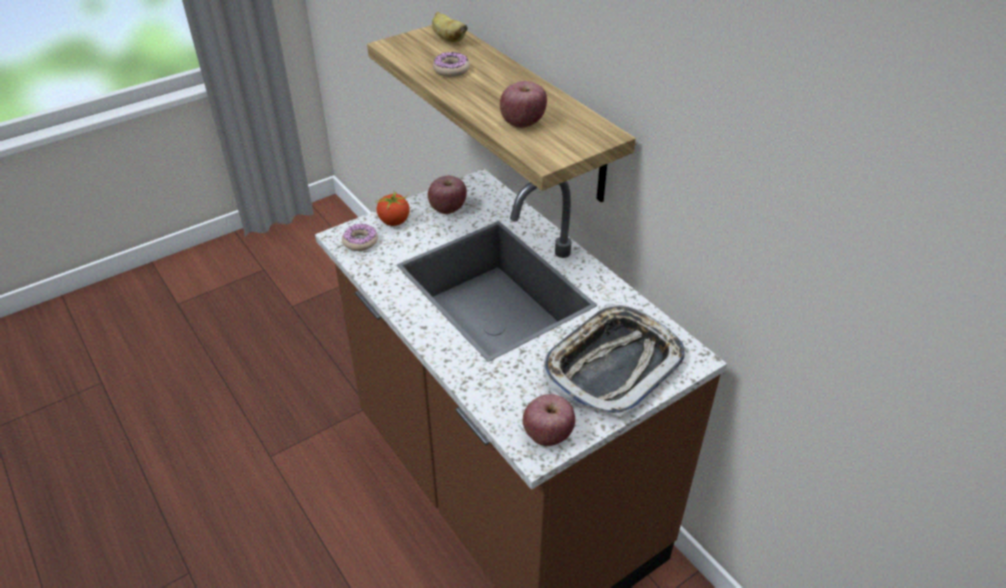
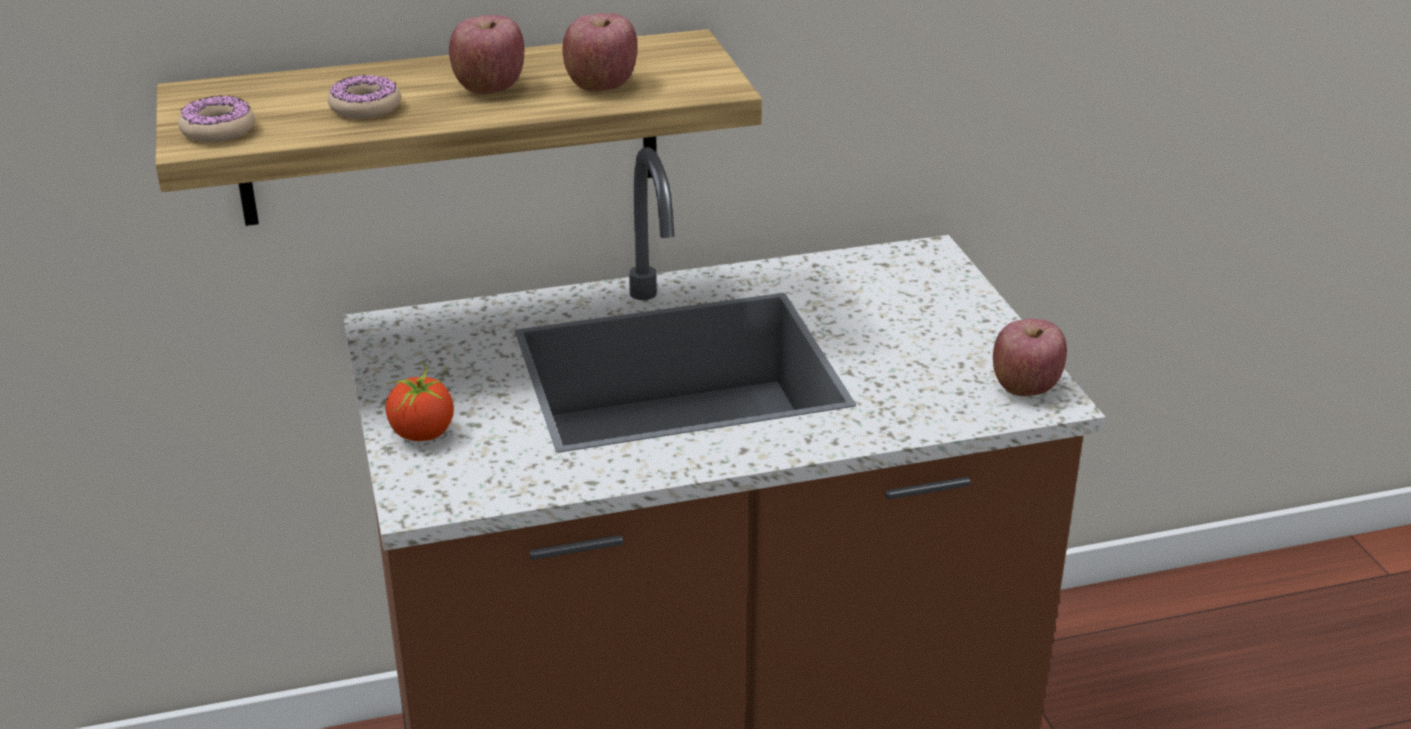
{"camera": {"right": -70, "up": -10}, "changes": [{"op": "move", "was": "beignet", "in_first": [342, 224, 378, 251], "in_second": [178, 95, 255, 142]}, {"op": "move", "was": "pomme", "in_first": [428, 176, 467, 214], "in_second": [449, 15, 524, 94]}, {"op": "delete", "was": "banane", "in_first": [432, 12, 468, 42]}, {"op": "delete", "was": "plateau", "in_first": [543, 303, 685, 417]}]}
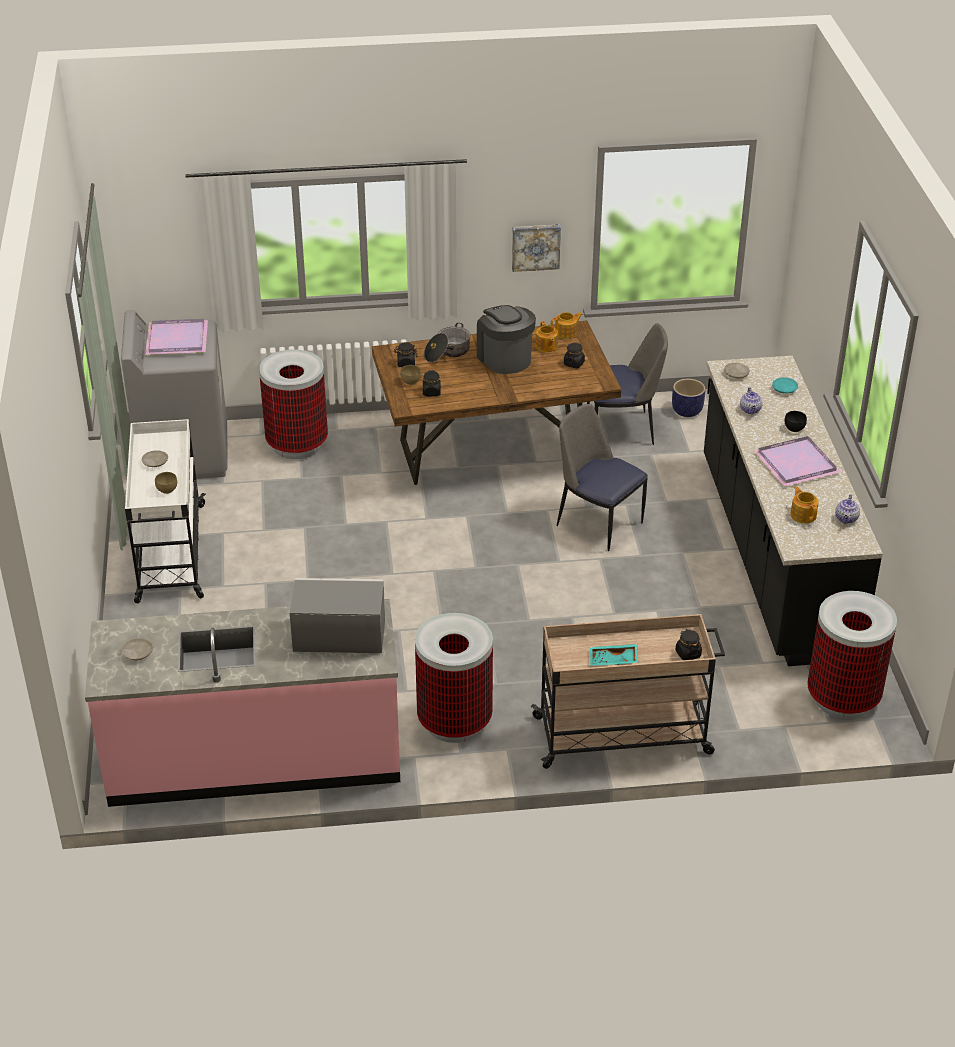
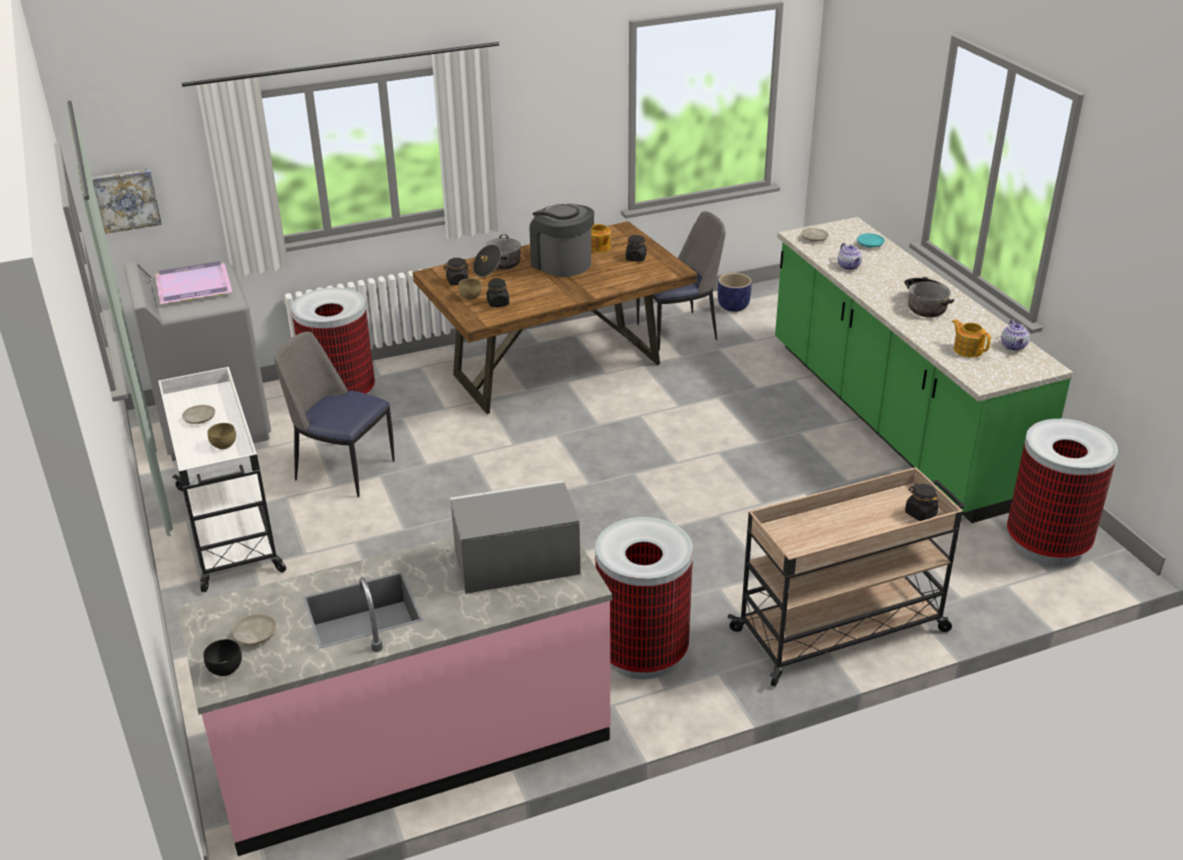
{"camera": {"right": -15, "up": -5}, "changes": [{"op": "move", "was": "tableau", "in_first": [512, 224, 561, 272], "in_second": [92, 169, 162, 234]}, {"op": "move", "was": "bol [noir]", "in_first": [784, 411, 807, 432], "in_second": [204, 639, 242, 676]}, {"op": "move", "was": "chaise", "in_first": [557, 404, 648, 551], "in_second": [274, 332, 394, 497]}, {"op": "recolor", "was": "comptoir de cuisine [noir]", "now": "comptoir de cuisine [vert]", "in_first": [704, 356, 883, 666], "in_second": [775, 217, 1073, 523]}, {"op": "replace", "was": "plateau [violet]", "now": "marmite", "in_first": [753, 436, 841, 487], "in_second": [904, 277, 954, 317]}, {"op": "delete", "was": "théière", "in_first": [551, 312, 583, 339]}, {"op": "delete", "was": "plateau [turquoise]", "in_first": [590, 644, 638, 666]}]}
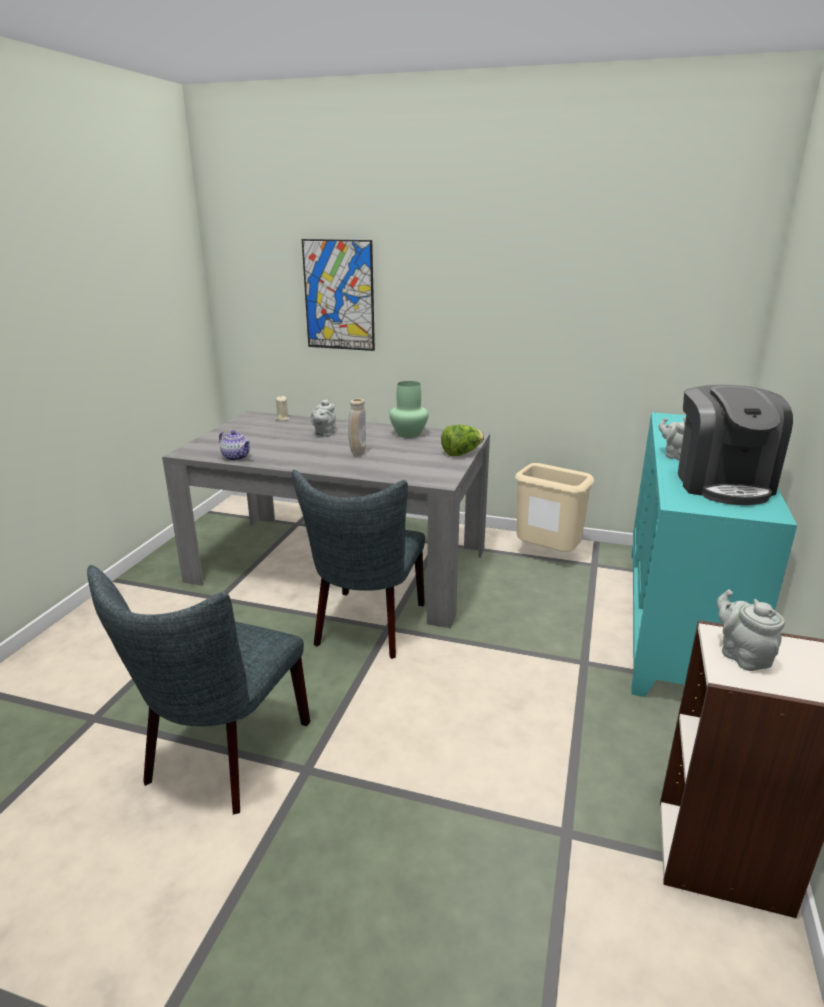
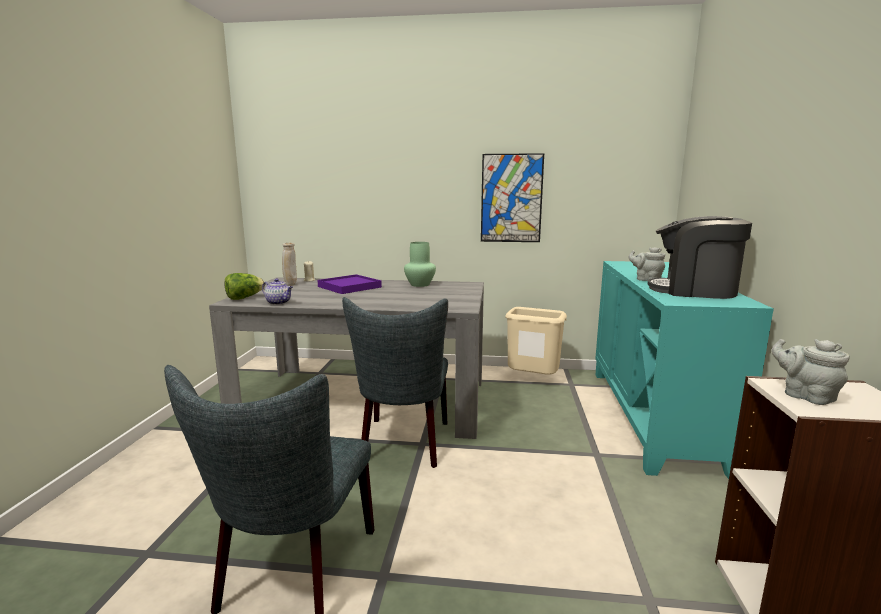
{"camera": {"right": -10, "up": -10}, "changes": [{"op": "move", "was": "laitue", "in_first": [441, 425, 484, 456], "in_second": [224, 273, 264, 300]}, {"op": "move", "was": "vase [beige]", "in_first": [348, 399, 366, 456], "in_second": [282, 243, 297, 286]}, {"op": "replace", "was": "théière [gris]", "now": "plateau [violet]", "in_first": [311, 399, 336, 437], "in_second": [317, 274, 382, 294]}, {"op": "move", "was": "tableau", "in_first": [302, 239, 375, 351], "in_second": [481, 153, 544, 242]}, {"op": "rotate", "was": "machine à café", "in_first": [678, 385, 793, 505], "in_second": [647, 216, 752, 299], "clockwise": 120}]}
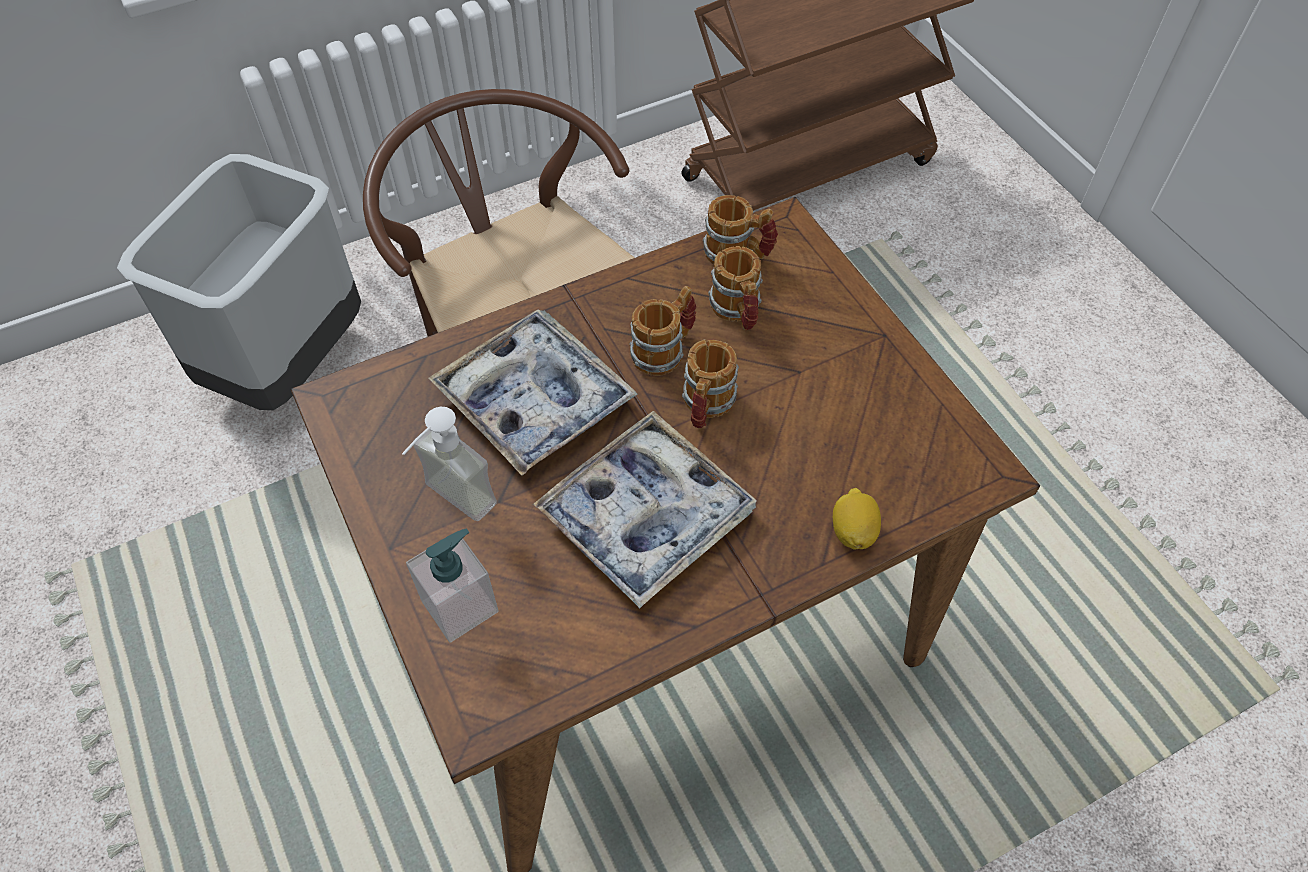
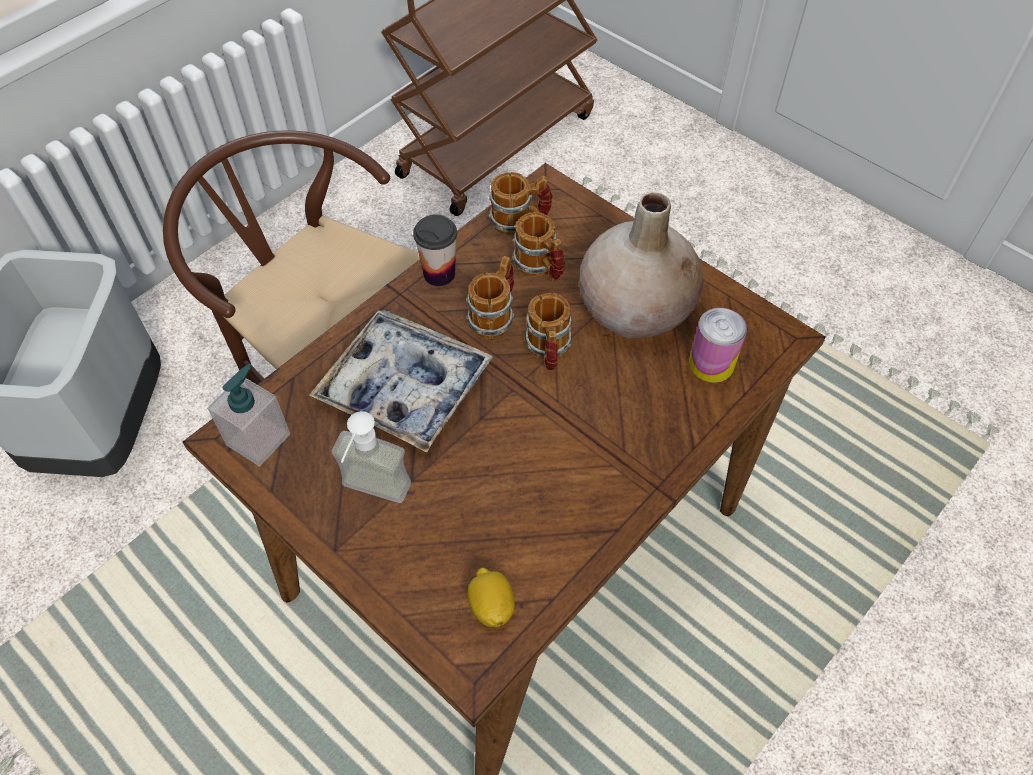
{"camera": {"right": -20, "up": 0}, "changes": [{"op": "move", "was": "distributeur de savon", "in_first": [406, 528, 499, 643], "in_second": [207, 364, 290, 466]}, {"op": "insert", "now": "tasse", "in_second": [413, 215, 457, 286]}, {"op": "move", "was": "citron", "in_first": [833, 488, 881, 550], "in_second": [467, 568, 515, 627]}, {"op": "insert", "now": "vase [beige]", "in_second": [579, 192, 703, 338]}, {"op": "insert", "now": "boîte métallique", "in_second": [689, 308, 747, 383]}, {"op": "delete", "was": "plateau", "in_first": [533, 411, 757, 608]}]}
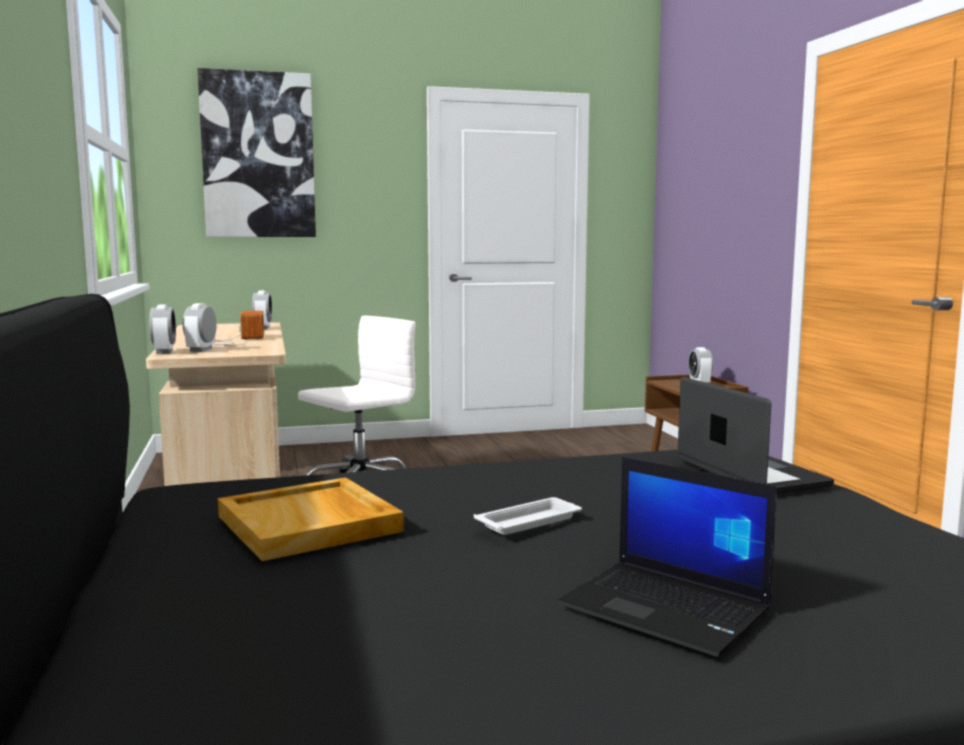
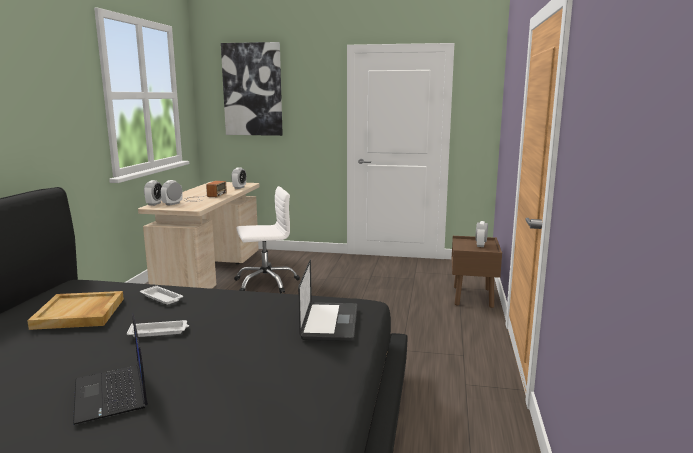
{"camera": {"right": 25, "up": 5}, "changes": [{"op": "insert", "now": "plateau [blanc]", "in_second": [140, 286, 183, 305]}]}
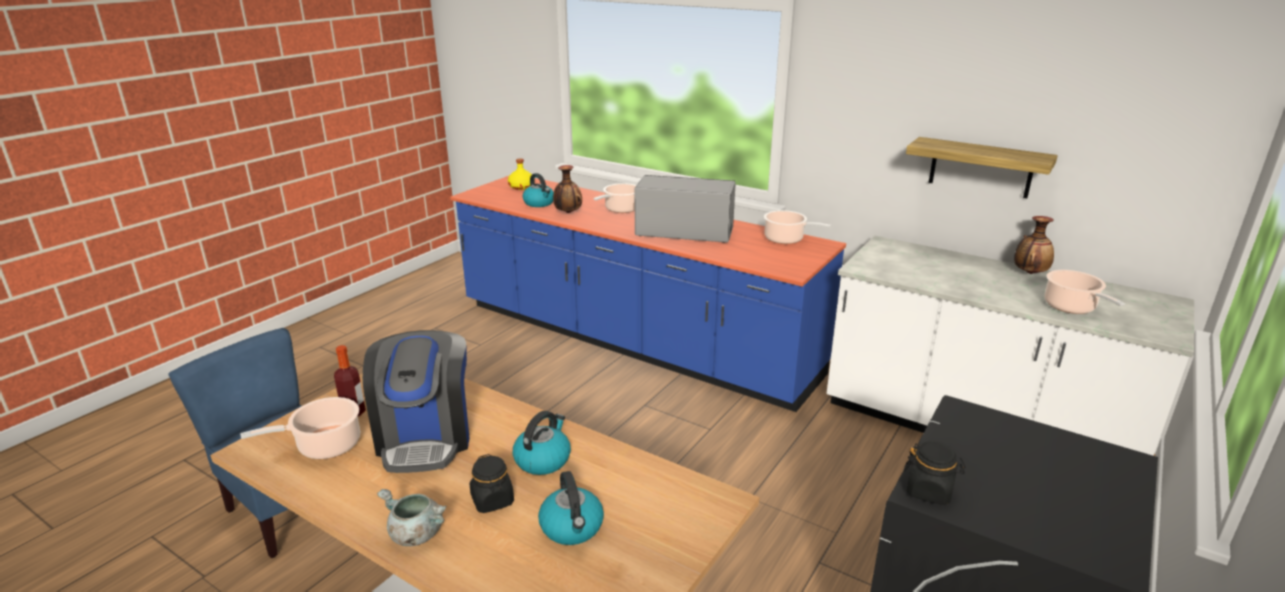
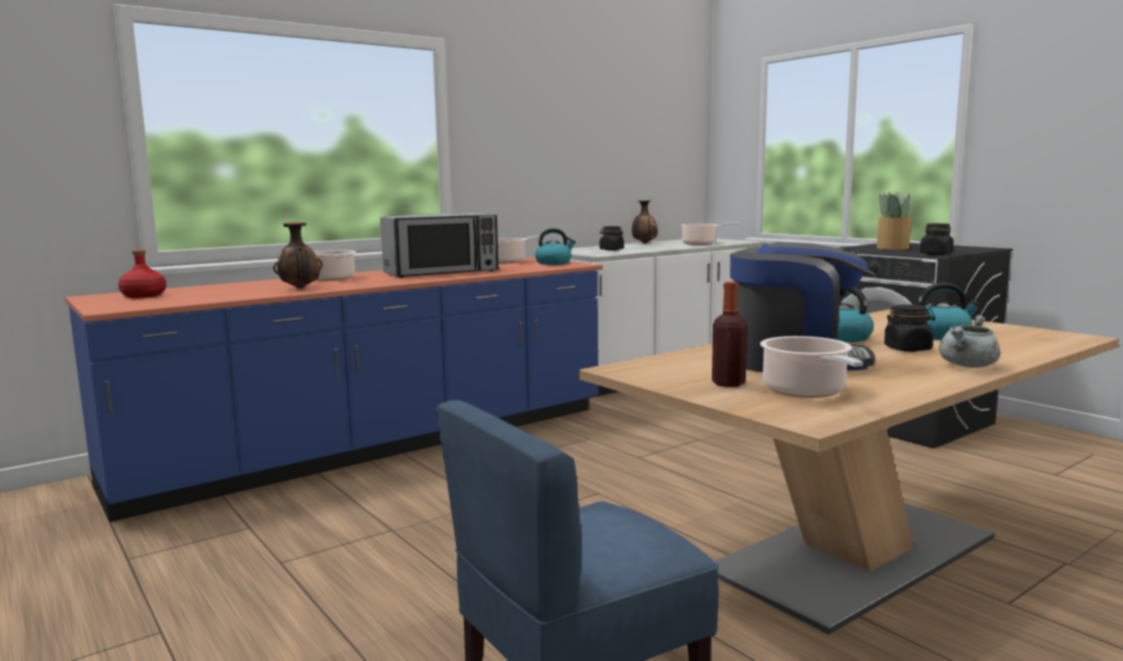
{"camera": {"right": -70, "up": -15}, "changes": [{"op": "recolor", "was": "bouteille [jaune]", "now": "bouteille [rouge]", "in_first": [508, 158, 535, 190], "in_second": [118, 250, 166, 298]}, {"op": "rotate", "was": "micro-ondes", "in_first": [635, 175, 736, 243], "in_second": [380, 213, 499, 278], "clockwise": -150}, {"op": "move", "was": "bouilloire", "in_first": [522, 173, 554, 207], "in_second": [535, 228, 576, 265]}, {"op": "insert", "now": "bocal [noir]", "in_second": [600, 226, 624, 251]}, {"op": "insert", "now": "plante en pot", "in_second": [877, 192, 913, 250]}, {"op": "delete", "was": "étagère", "in_first": [906, 137, 1058, 198]}]}
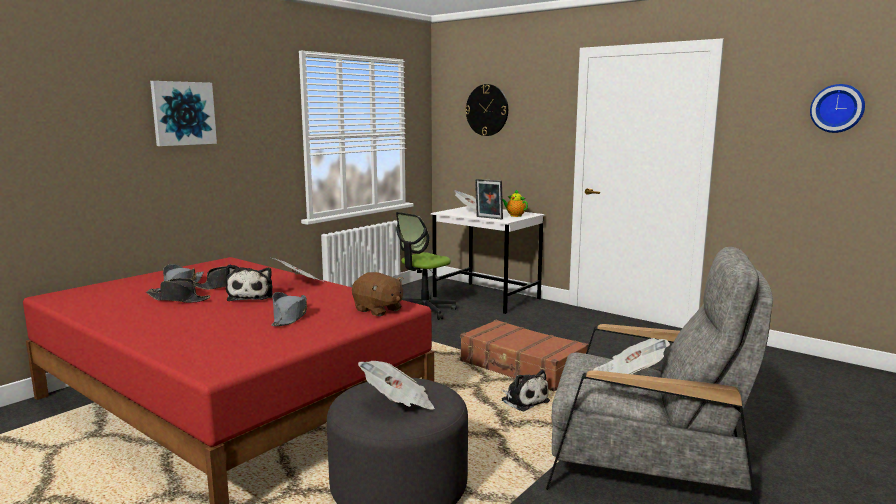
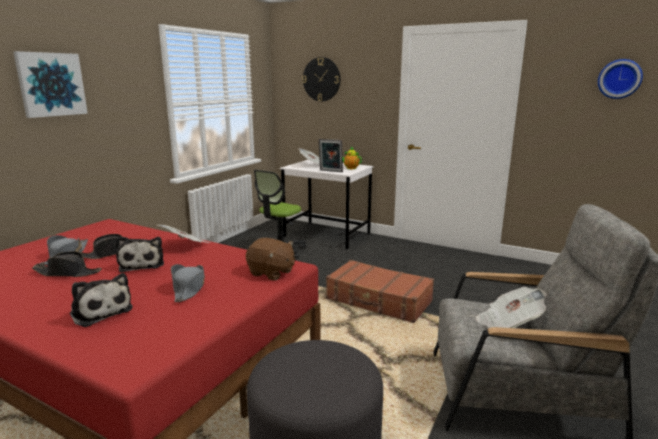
{"camera": {"right": -10, "up": 5}, "changes": [{"op": "move", "was": "peluche", "in_first": [502, 370, 550, 411], "in_second": [70, 273, 133, 327]}, {"op": "delete", "was": "journal", "in_first": [358, 361, 435, 410]}]}
